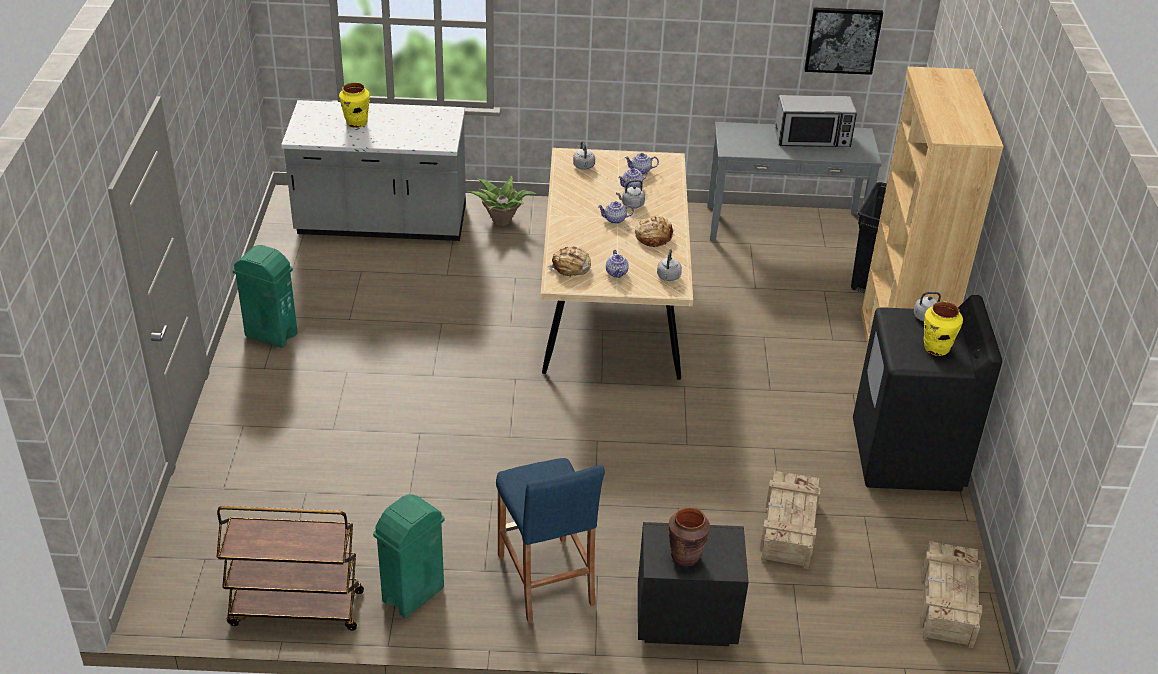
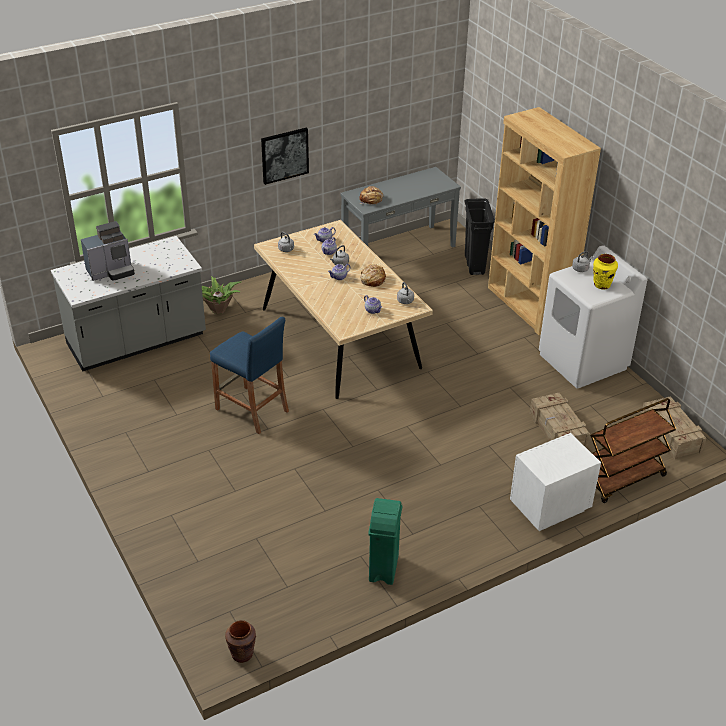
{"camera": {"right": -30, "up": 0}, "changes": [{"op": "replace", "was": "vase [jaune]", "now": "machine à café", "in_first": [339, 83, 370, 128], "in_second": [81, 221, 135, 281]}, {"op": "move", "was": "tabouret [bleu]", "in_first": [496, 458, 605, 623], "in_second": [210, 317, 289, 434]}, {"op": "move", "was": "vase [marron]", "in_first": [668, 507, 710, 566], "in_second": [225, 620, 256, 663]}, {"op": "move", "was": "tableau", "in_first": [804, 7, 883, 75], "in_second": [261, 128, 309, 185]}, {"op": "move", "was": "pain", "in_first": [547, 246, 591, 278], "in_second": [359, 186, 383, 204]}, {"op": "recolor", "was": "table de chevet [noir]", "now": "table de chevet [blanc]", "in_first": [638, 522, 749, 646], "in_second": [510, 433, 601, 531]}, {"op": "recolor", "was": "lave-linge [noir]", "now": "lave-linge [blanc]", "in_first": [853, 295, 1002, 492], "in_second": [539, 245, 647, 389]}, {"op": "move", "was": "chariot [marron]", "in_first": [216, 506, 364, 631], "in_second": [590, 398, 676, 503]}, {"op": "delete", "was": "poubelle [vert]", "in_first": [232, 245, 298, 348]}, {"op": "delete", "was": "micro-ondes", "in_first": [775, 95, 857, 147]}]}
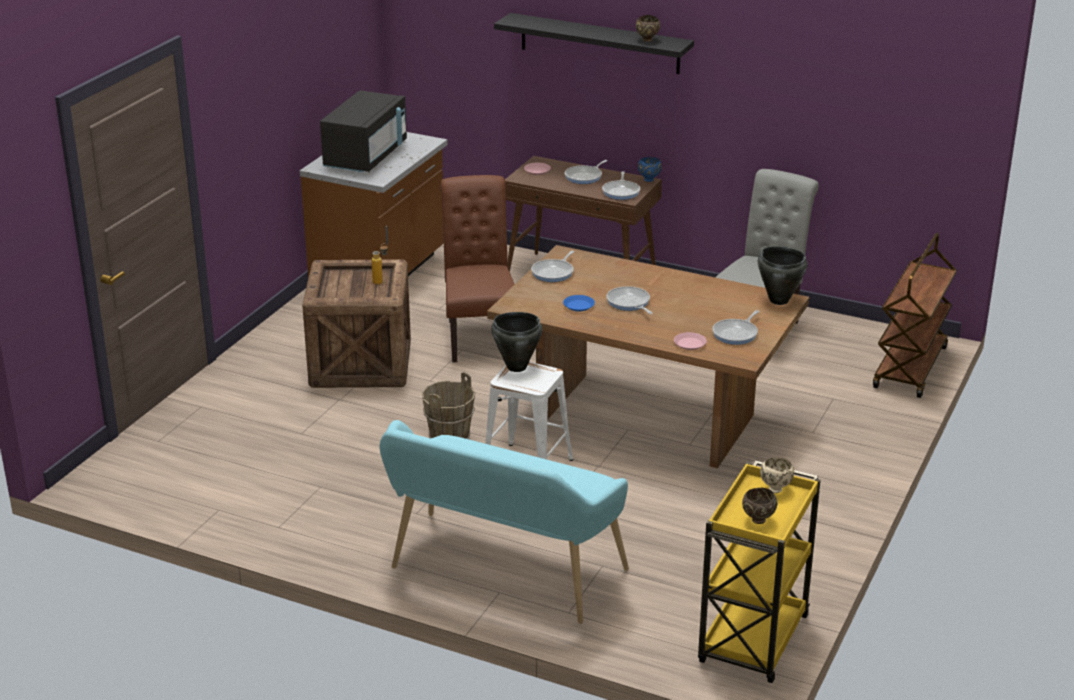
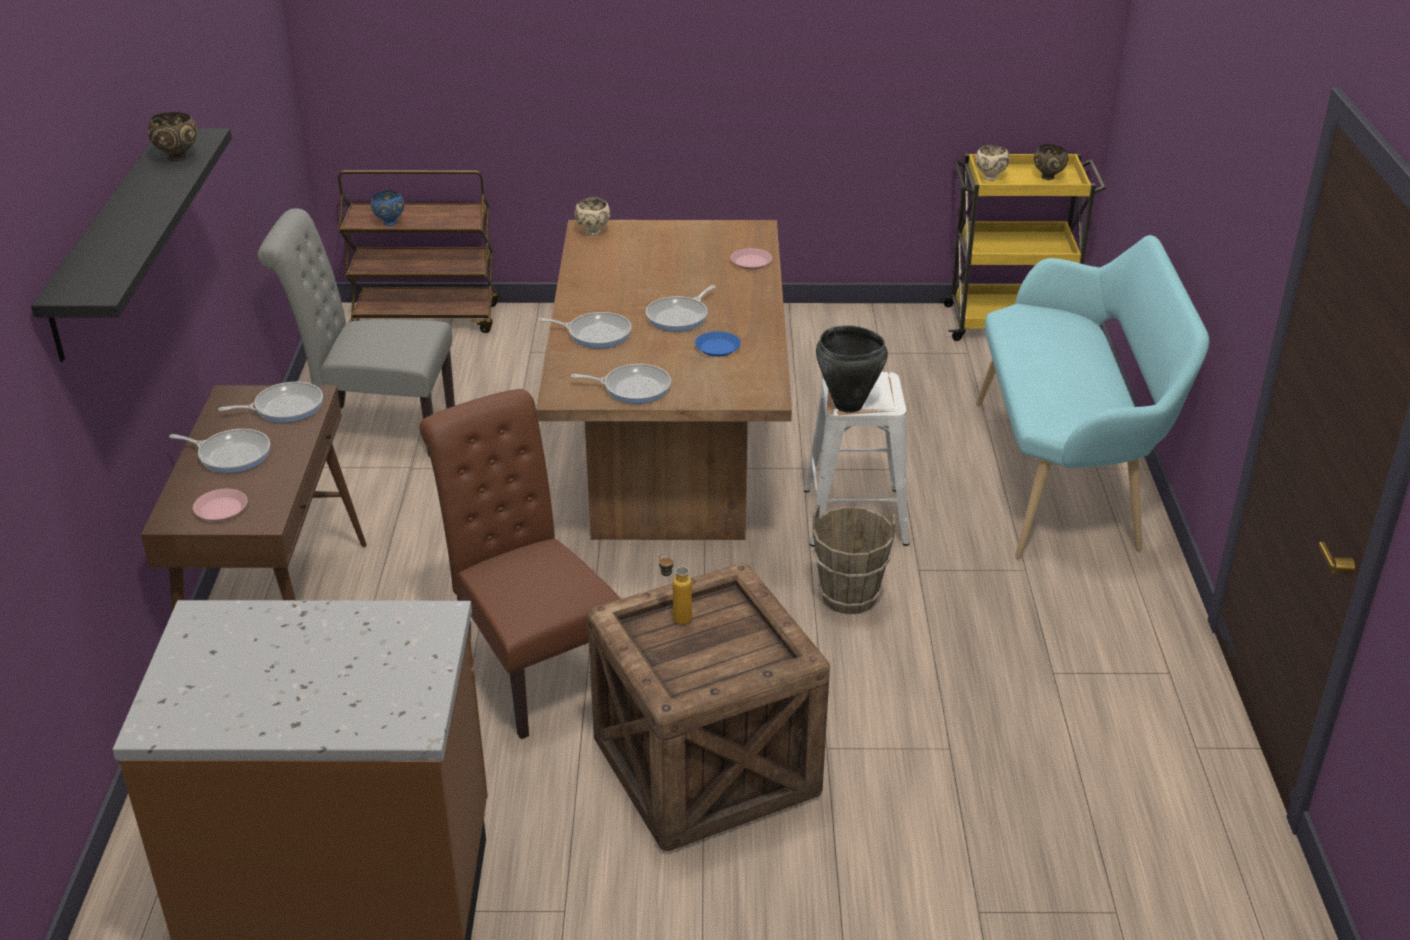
{"camera": {"right": -115, "up": 5}, "changes": [{"op": "move", "was": "bol [bleu]", "in_first": [638, 157, 662, 182], "in_second": [371, 190, 404, 226]}, {"op": "rotate", "was": "chaise [marron]", "in_first": [440, 175, 515, 363], "in_second": [419, 389, 621, 739], "clockwise": 90}, {"op": "move", "was": "poêle", "in_first": [712, 310, 759, 345], "in_second": [538, 312, 632, 349]}, {"op": "replace", "was": "marmite [noir]", "now": "bol [beige]", "in_first": [758, 246, 808, 305], "in_second": [575, 197, 611, 236]}, {"op": "delete", "was": "micro-ondes [noir]", "in_first": [320, 90, 407, 172]}]}
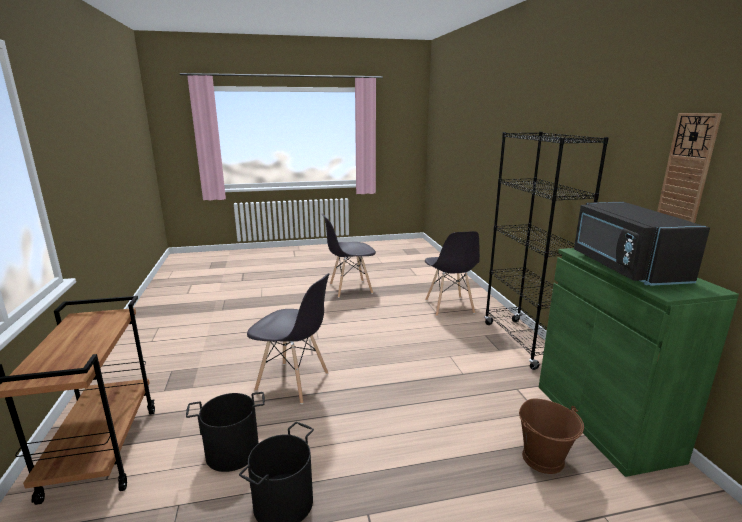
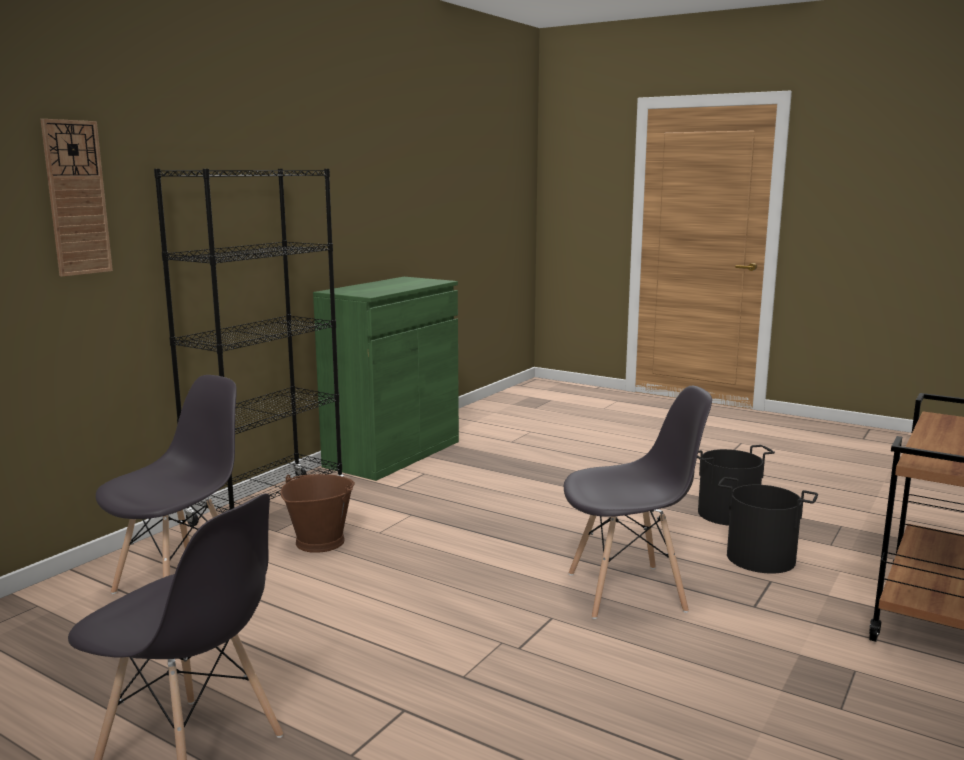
{"camera": {"right": -135, "up": -5}, "changes": [{"op": "move", "was": "horloge murale", "in_first": [657, 113, 722, 223], "in_second": [41, 119, 113, 277]}, {"op": "move", "was": "seau [marron]", "in_first": [519, 399, 584, 474], "in_second": [280, 474, 355, 553]}, {"op": "rotate", "was": "chaise [gris]", "in_first": [247, 273, 329, 404], "in_second": [564, 386, 712, 619], "clockwise": 105}, {"op": "delete", "was": "micro-ondes [noir]", "in_first": [574, 202, 710, 286]}]}
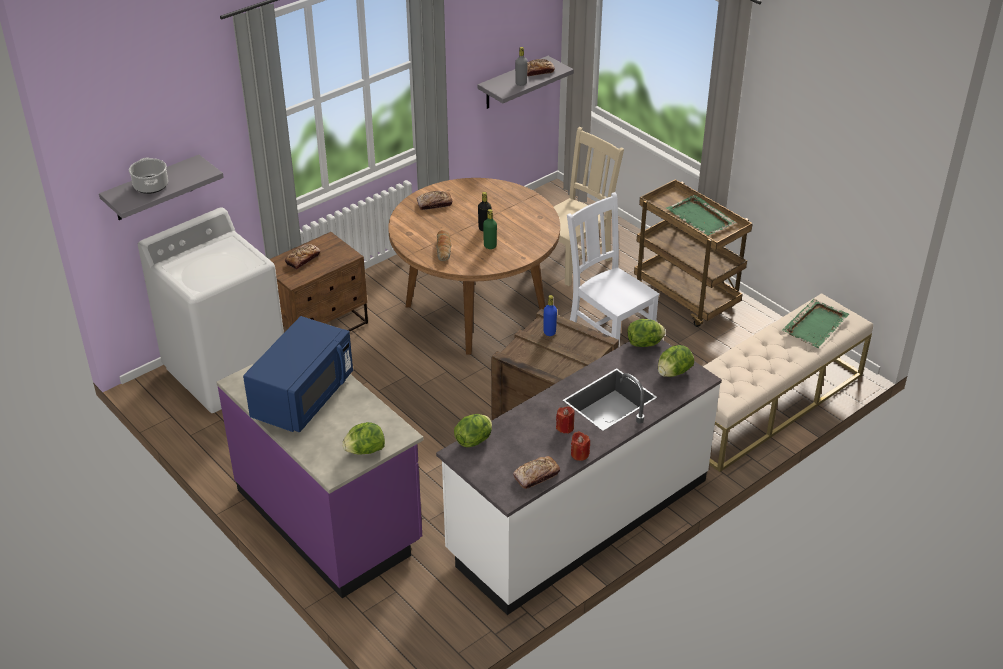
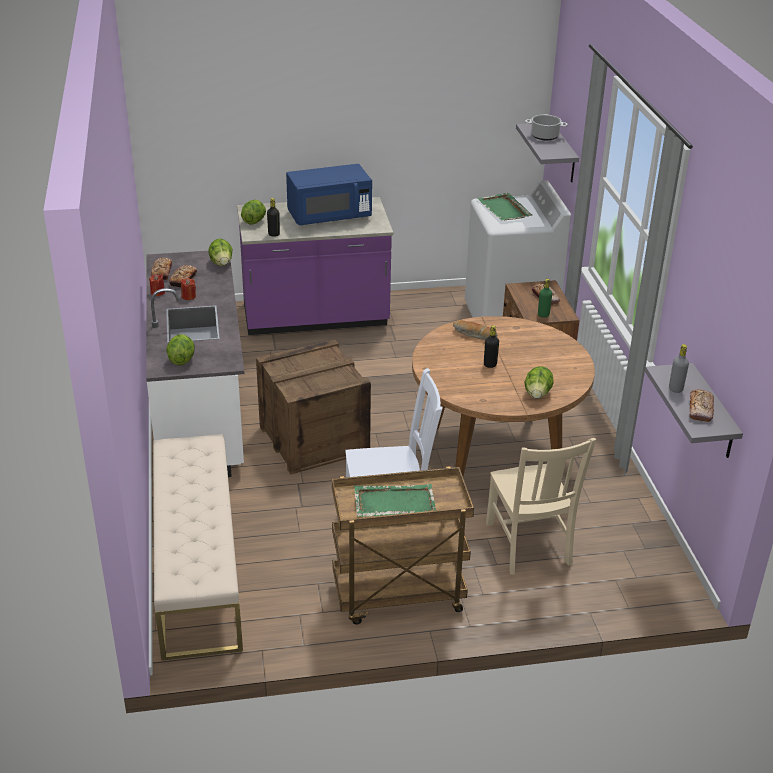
{"camera": {"right": 120, "up": -5}, "changes": [{"op": "move", "was": "pain", "in_first": [416, 191, 452, 210], "in_second": [169, 264, 197, 288]}, {"op": "insert", "now": "bouteille [noir]", "in_second": [267, 198, 280, 237]}, {"op": "rotate", "was": "micro-ondes [bleu]", "in_first": [243, 316, 353, 432], "in_second": [286, 164, 372, 225], "clockwise": -75}, {"op": "move", "was": "plateau [vert]", "in_first": [782, 299, 849, 348], "in_second": [477, 193, 532, 220]}, {"op": "move", "was": "laitue", "in_first": [627, 319, 666, 347], "in_second": [524, 366, 554, 399]}, {"op": "move", "was": "bouteille [vert]", "in_first": [483, 209, 497, 249], "in_second": [538, 279, 552, 317]}, {"op": "delete", "was": "bouteille [bleu]", "in_first": [543, 295, 557, 336]}]}
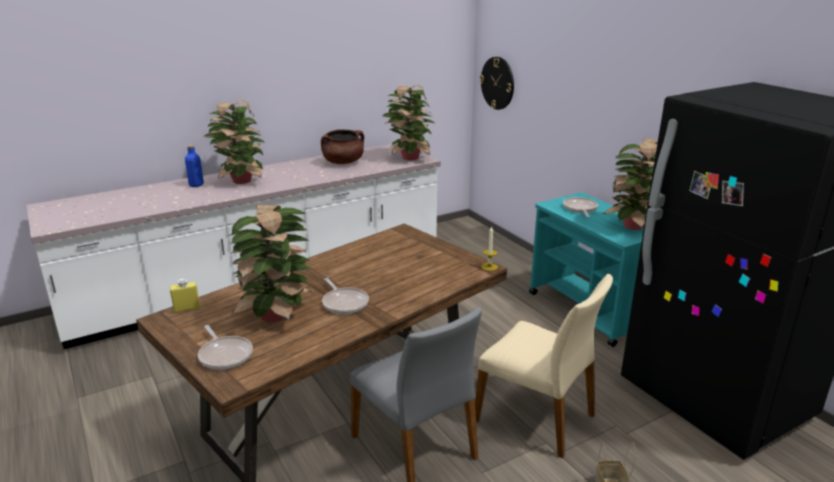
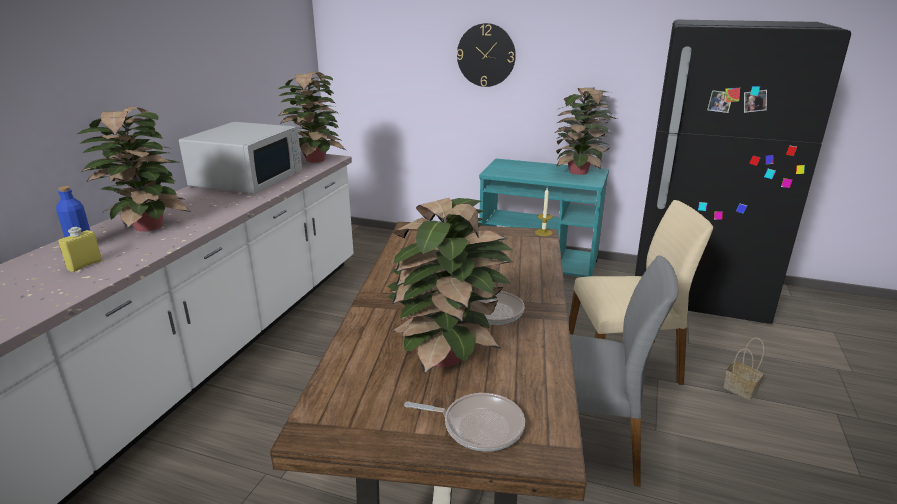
{"camera": {"right": -40, "up": 0}, "changes": [{"op": "move", "was": "bouteille [jaune]", "in_first": [170, 278, 200, 313], "in_second": [58, 227, 102, 272]}, {"op": "replace", "was": "marmite [marron]", "now": "micro-ondes [blanc]", "in_first": [321, 129, 364, 164], "in_second": [179, 122, 302, 194]}, {"op": "move", "was": "horloge murale", "in_first": [480, 57, 514, 110], "in_second": [457, 23, 516, 87]}, {"op": "delete", "was": "poêle", "in_first": [563, 197, 598, 217]}]}
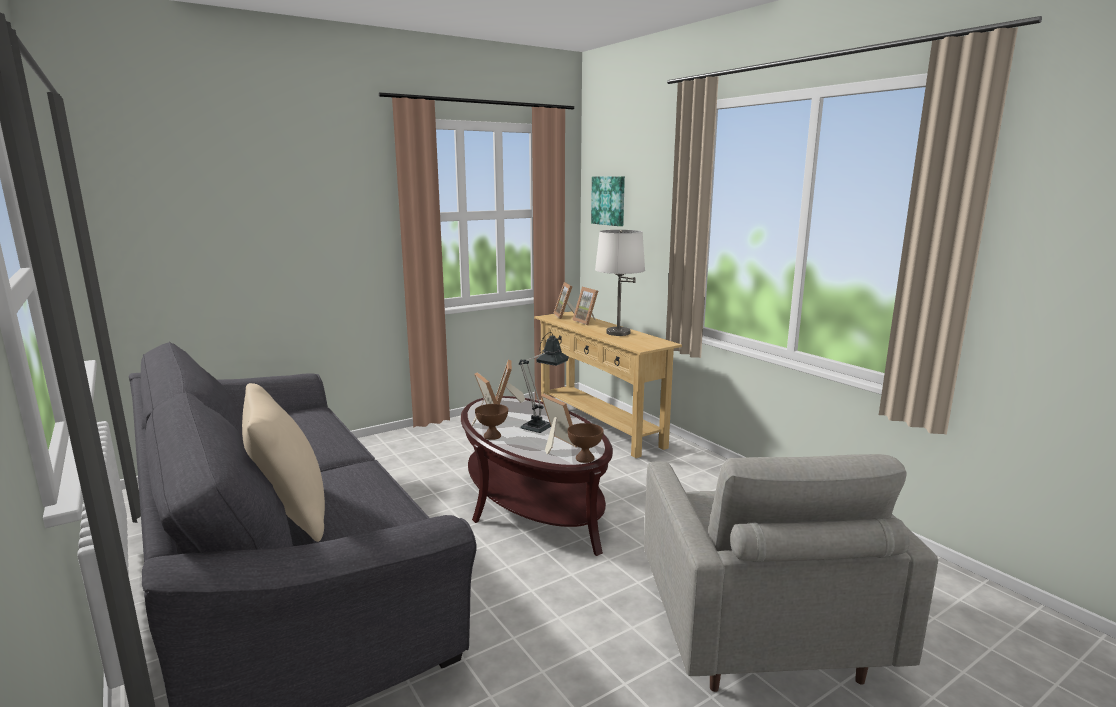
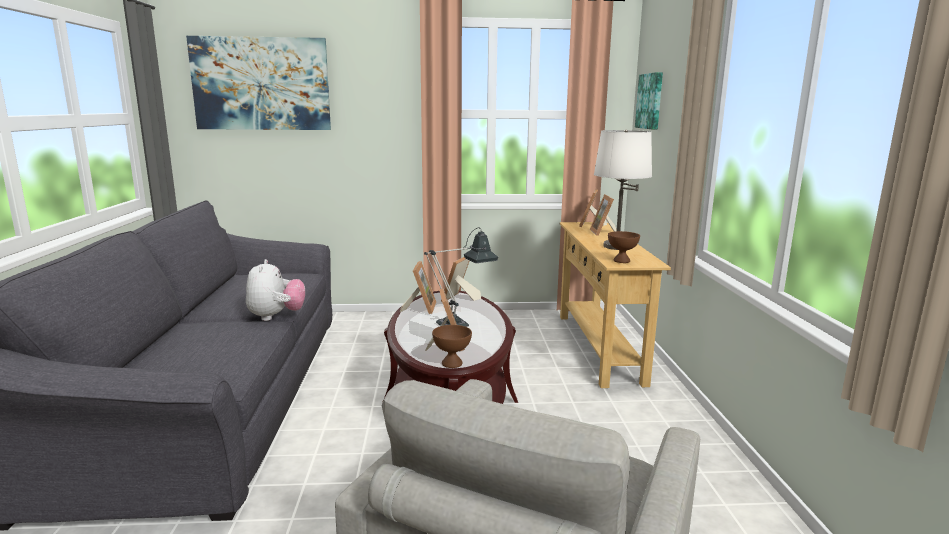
{"camera": {"right": 30, "up": 0}, "changes": [{"op": "insert", "now": "tableau", "in_second": [186, 36, 331, 130]}, {"op": "insert", "now": "peluche", "in_second": [246, 259, 305, 321]}, {"op": "move", "was": "bol [marron]", "in_first": [475, 404, 508, 440], "in_second": [608, 231, 640, 263]}, {"op": "delete", "was": "coussin [beige]", "in_first": [242, 383, 325, 542]}]}
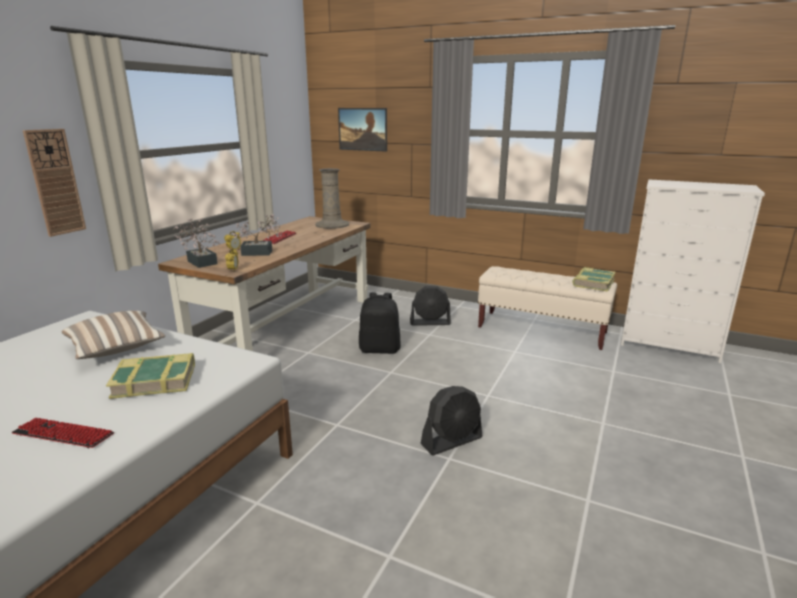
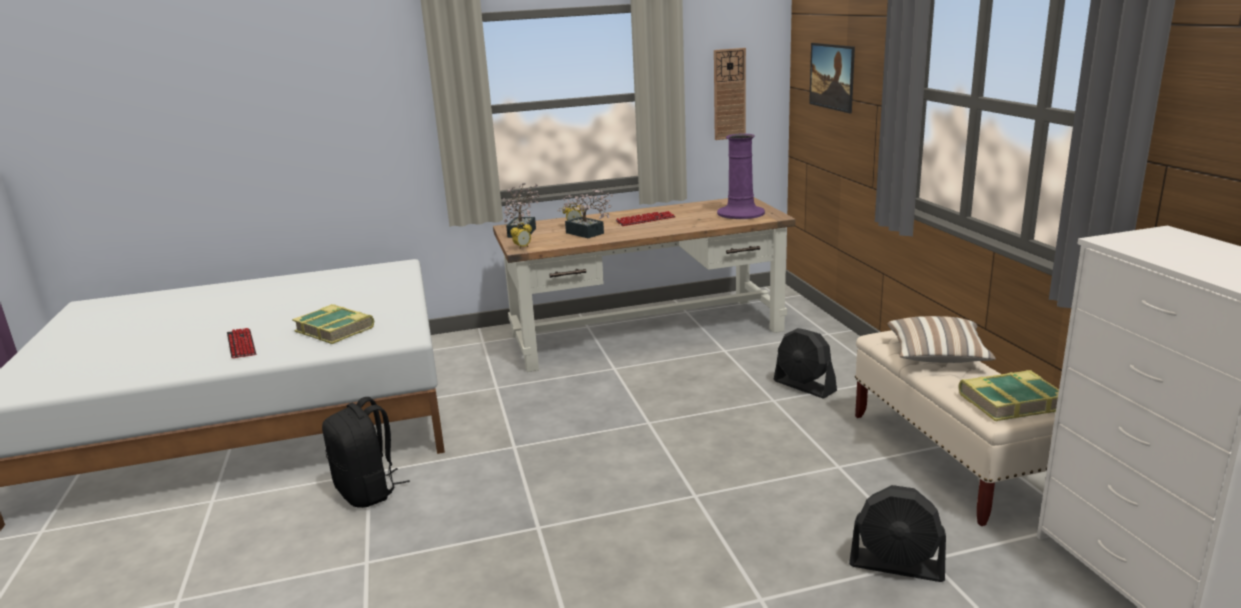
{"camera": {"right": 50, "up": 0}, "changes": [{"op": "move", "was": "sac à dos [noir]", "in_first": [359, 292, 401, 354], "in_second": [322, 397, 410, 508]}, {"op": "move", "was": "horloge murale", "in_first": [23, 129, 86, 237], "in_second": [714, 48, 746, 140]}, {"op": "recolor", "was": "vase [beige]", "now": "vase [violet]", "in_first": [315, 168, 349, 229], "in_second": [717, 134, 765, 219]}, {"op": "move", "was": "ventilateur [noir]", "in_first": [421, 386, 483, 456], "in_second": [849, 485, 946, 582]}, {"op": "move", "was": "coussin", "in_first": [62, 311, 166, 359], "in_second": [888, 316, 996, 363]}]}
